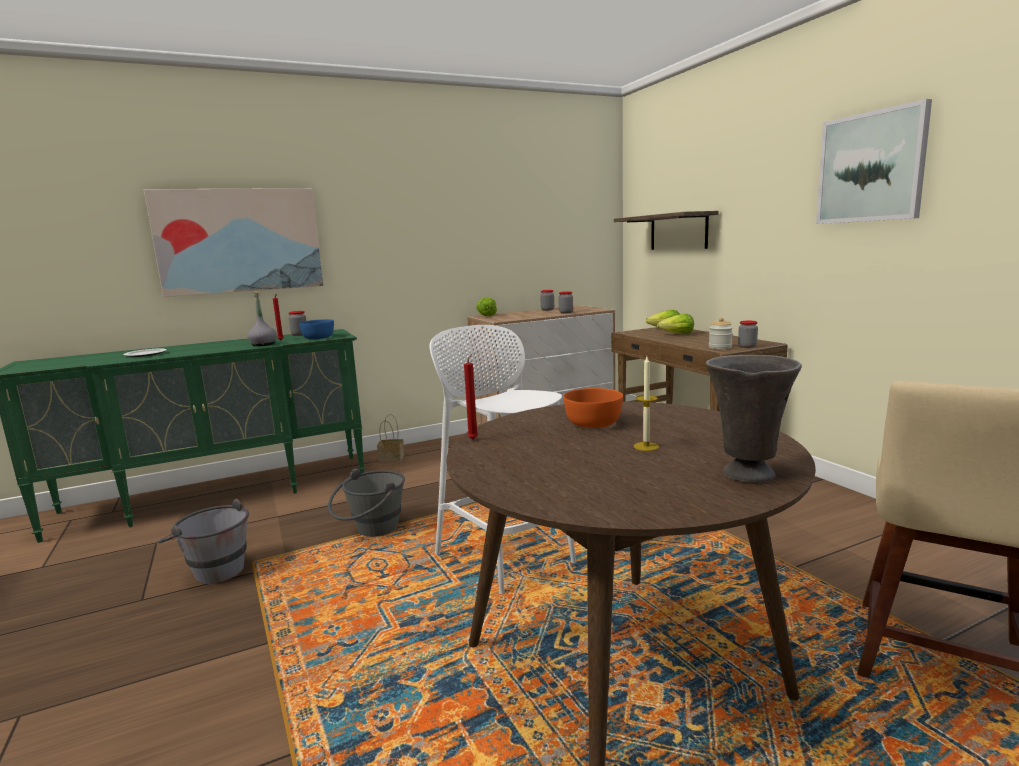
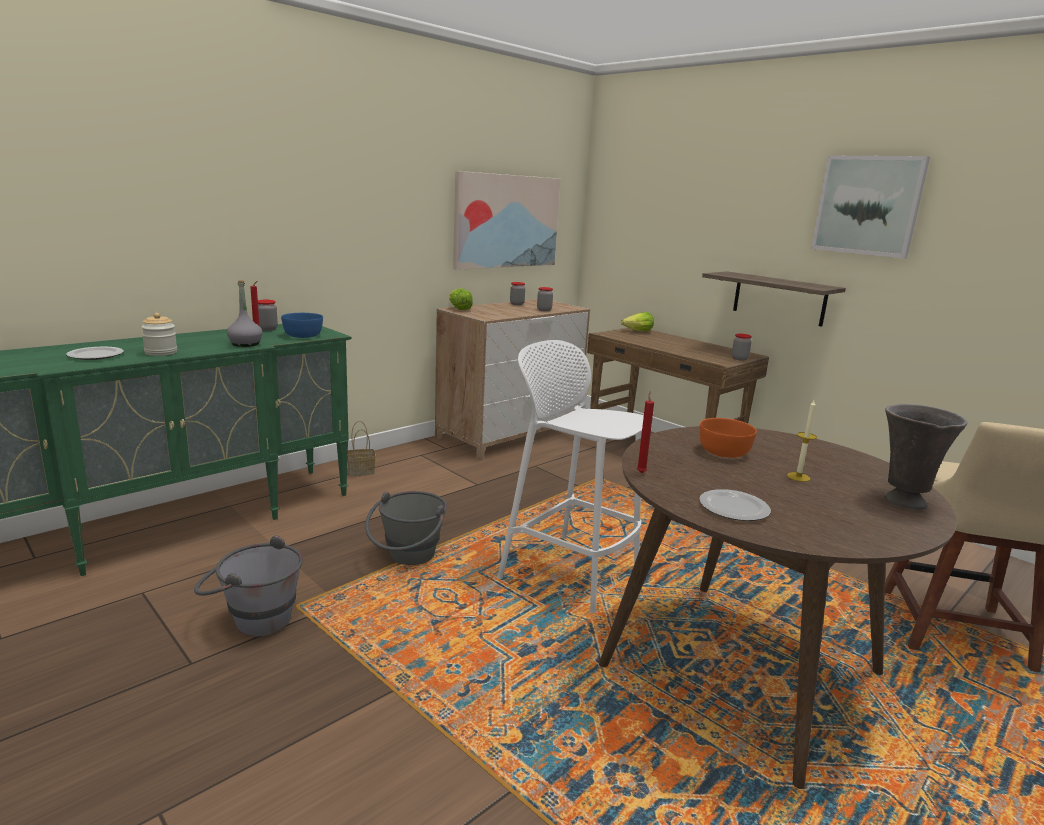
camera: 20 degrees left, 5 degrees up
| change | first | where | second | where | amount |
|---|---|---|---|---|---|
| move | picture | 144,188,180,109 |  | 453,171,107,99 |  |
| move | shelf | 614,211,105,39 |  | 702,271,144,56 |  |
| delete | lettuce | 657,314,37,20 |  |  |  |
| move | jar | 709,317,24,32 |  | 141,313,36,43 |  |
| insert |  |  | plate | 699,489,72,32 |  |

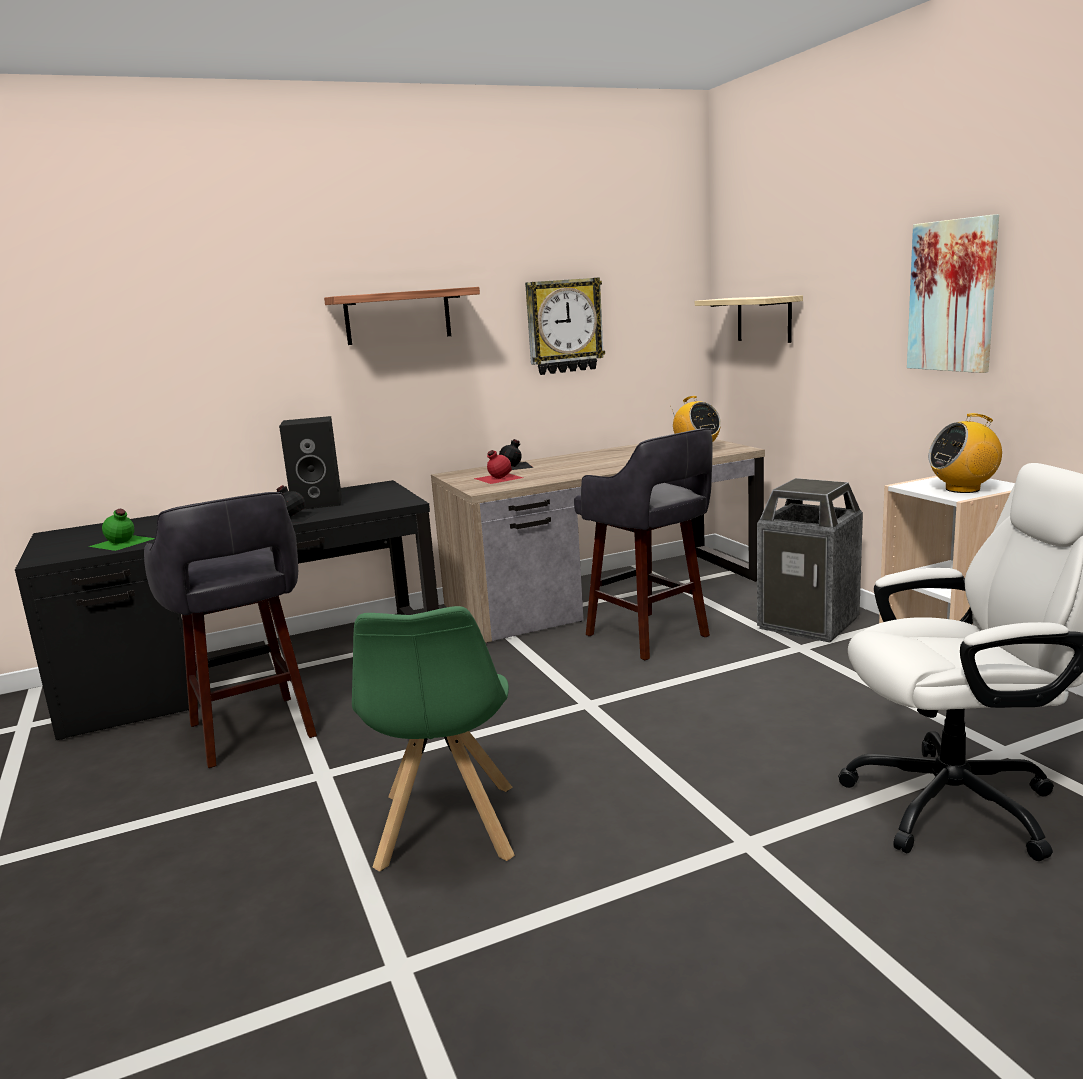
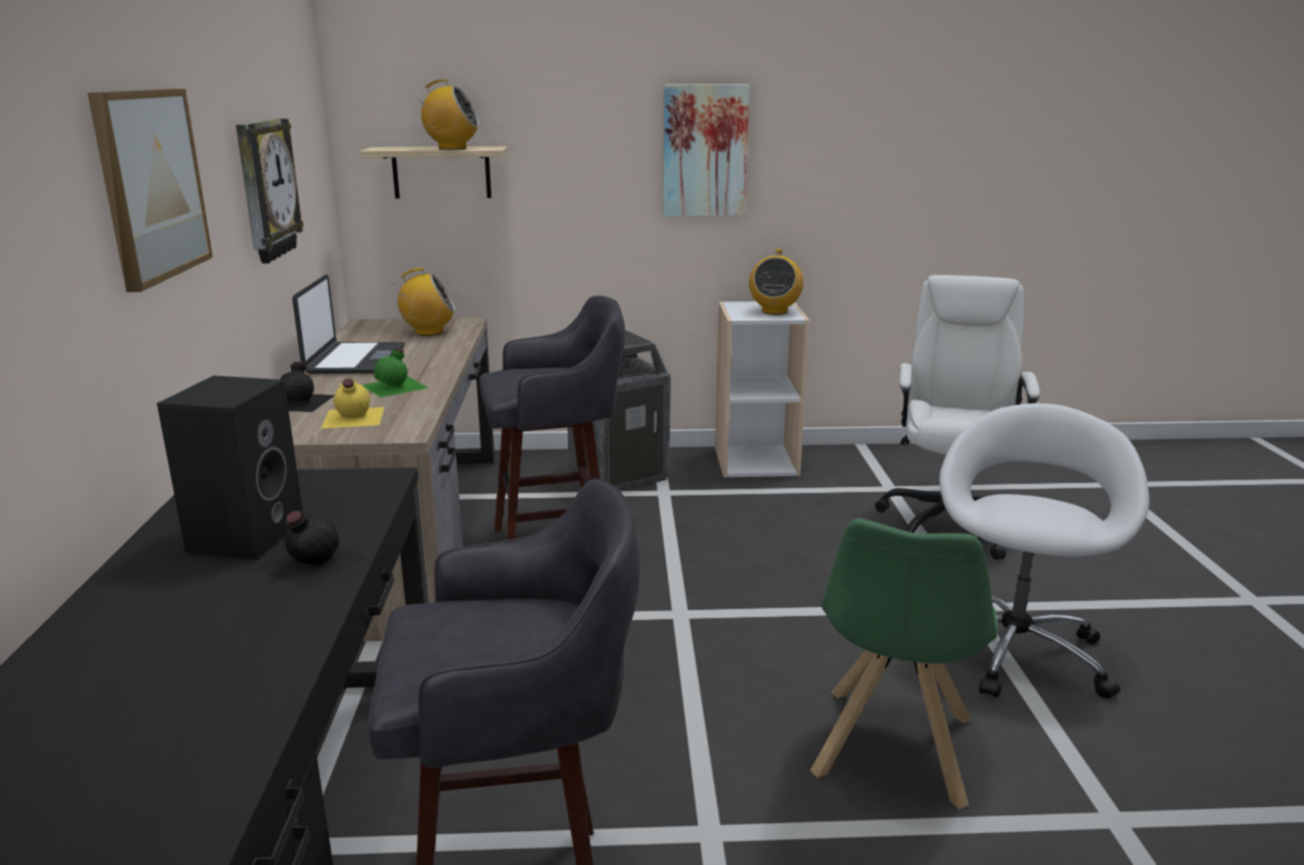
camera: 70 degrees left, 5 degrees up
| change | first | where | second | where | amount |
|---|---|---|---|---|---|
| replace | shelf | 324,287,156,58 | picture | 88,89,125,203 |  |
| recolor | red bottle | 474,450,49,34 | yellow bottle | 321,378,63,50 |  |
| move | green bottle | 88,509,67,42 |  | 362,348,66,50 |  |
| rotate | green chair | 352,606,163,266 |  | 810,518,188,292 | 90 degrees clockwise |
| insert |  |  | radio | 414,79,65,71 |  |
| insert |  |  | laptop | 292,274,113,100 |  |
| insert |  |  | white office chair | 939,403,211,295 |  |

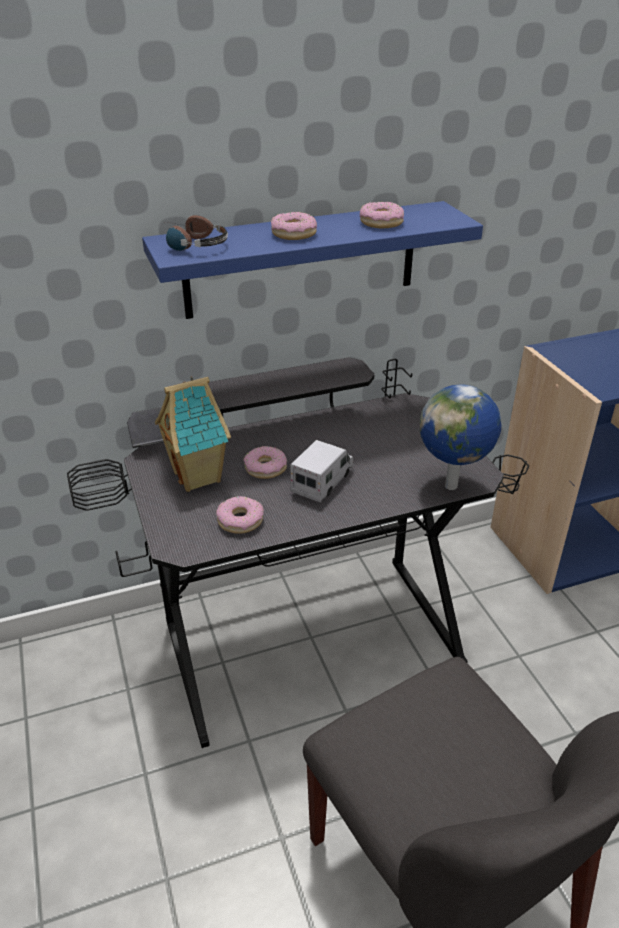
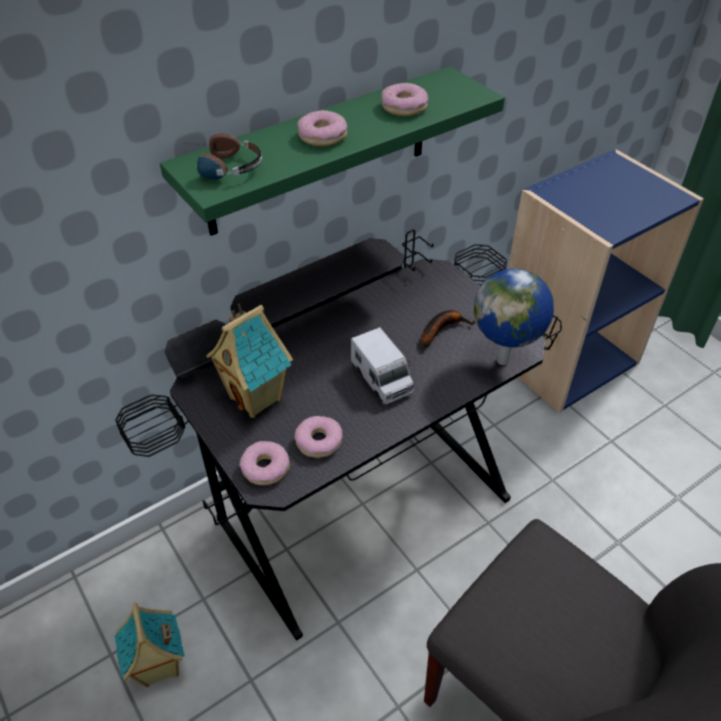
camera: 15 degrees left, 10 degrees up
| change | first | where | second | where | amount |
|---|---|---|---|---|---|
| recolor | blue shelf | 142,201,341,118 | green shelf | 160,66,345,170 |  |
| rotate | toy truck | 290,440,63,63 |  | 351,327,63,78 | 135 degrees clockwise |
| move | donut | 243,446,44,33 |  | 239,441,51,44 |  |
| insert |  |  | banana | 421,310,54,38 |  |
| insert |  |  | toy house | 115,603,70,85 |  |

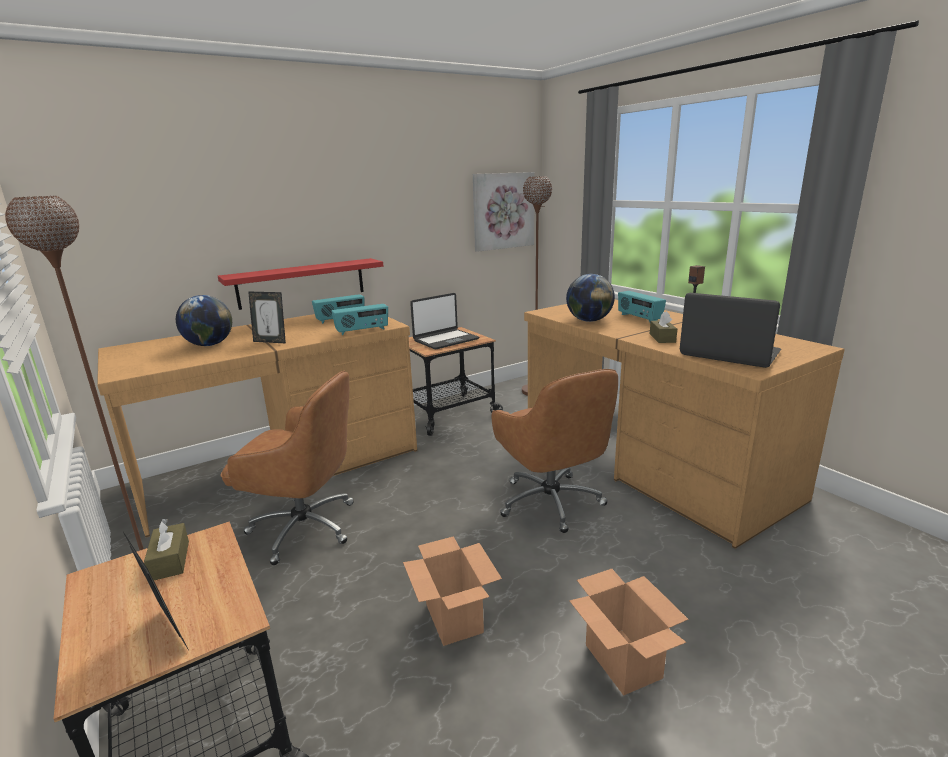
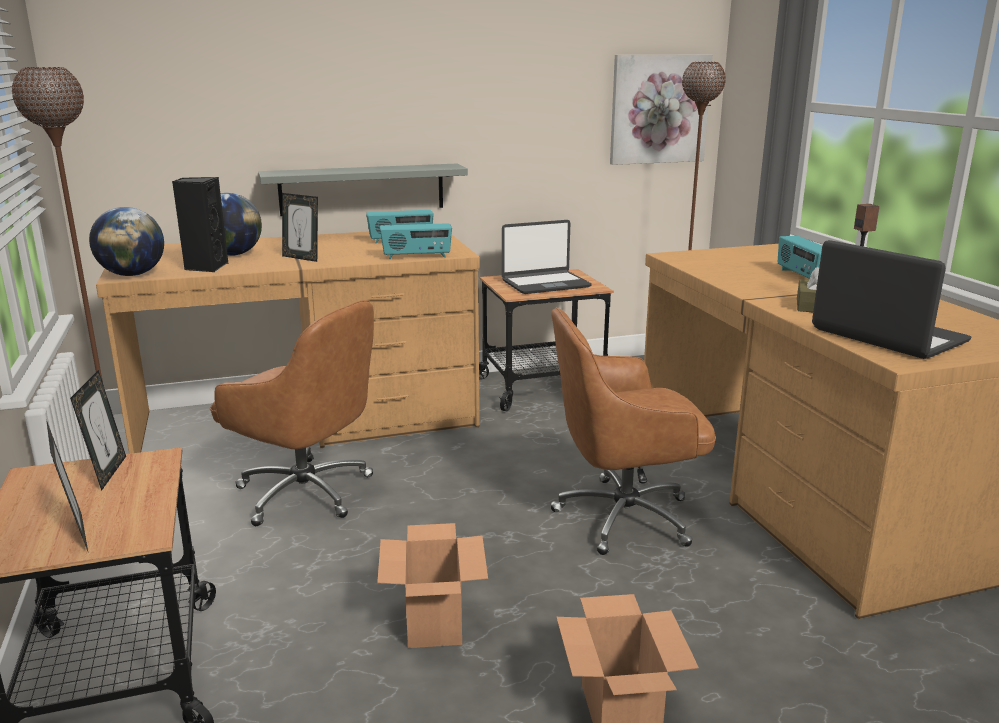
camera: 15 degrees right, 0 degrees up
| change | first | where | second | where | amount |
|---|---|---|---|---|---|
| recolor | red shelf | 218,258,165,52 | grey shelf | 259,164,209,52 |  |
| move | globe | 566,274,49,48 |  | 89,207,75,69 |  |
| rotate | brown office chair | 491,369,127,164 |  | 551,307,165,248 | 90 degrees clockwise |
| replace | brown tissue box | 144,519,45,61 | picture frame | 70,370,56,121 |  |
| insert |  |  | black speaker | 172,177,56,95 |  |

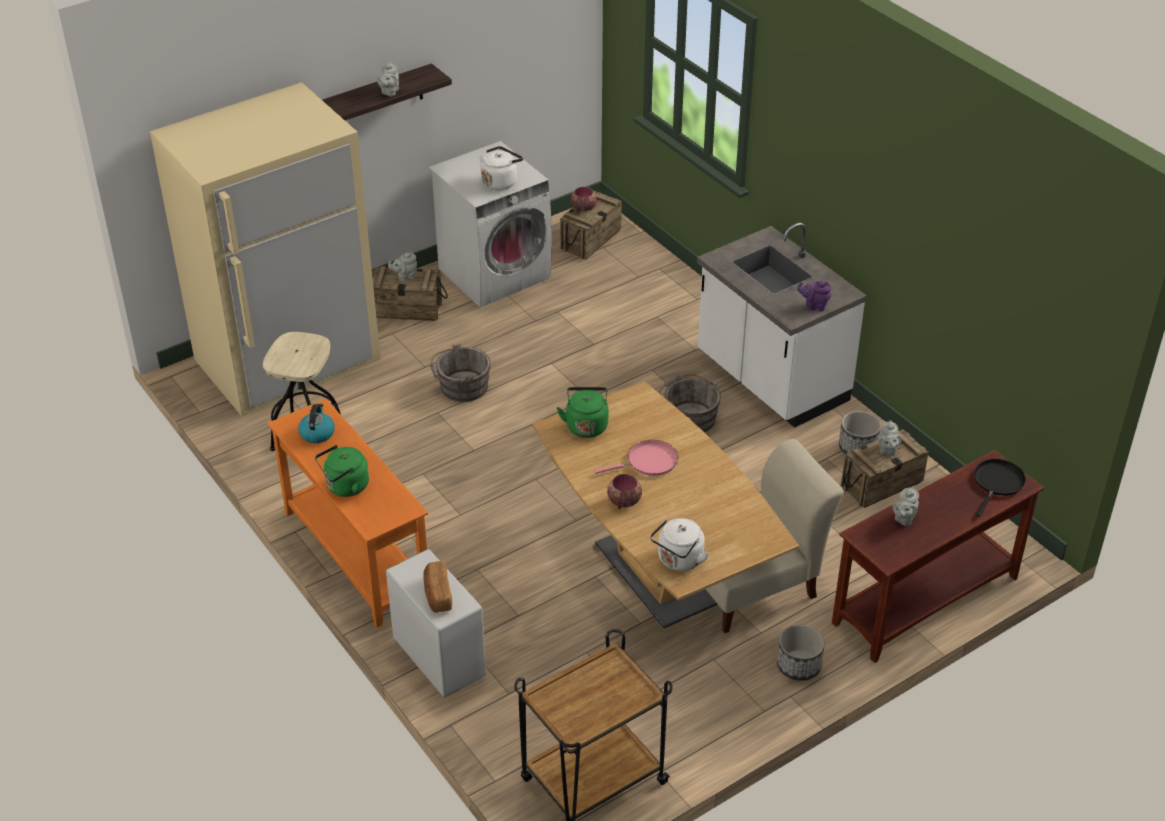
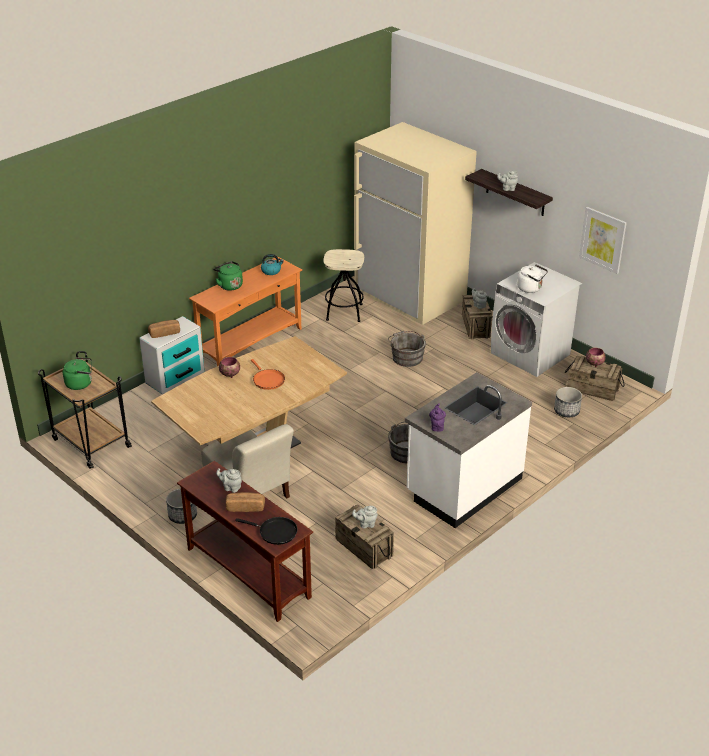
camera: 80 degrees right, 5 degrees down
| change | first | where | second | where | amount |
|---|---|---|---|---|---|
| move | green kettle | 557,387,51,51 |  | 63,357,29,33 |  |
| move | planter | 839,411,42,43 |  | 554,387,28,30 |  |
| recolor | pink frying pan | 594,440,84,36 | orange frying pan | 251,359,34,31 |  |
| delete | white kettle | 650,518,59,53 |  |  |  |
| insert |  |  | picture | 579,207,48,67 |  |
| insert |  |  | bread | 226,492,39,20 |  |

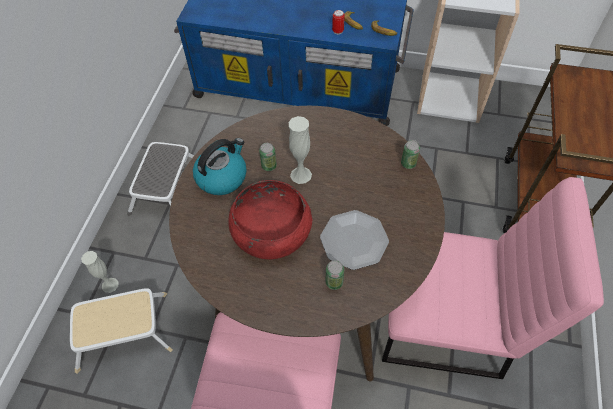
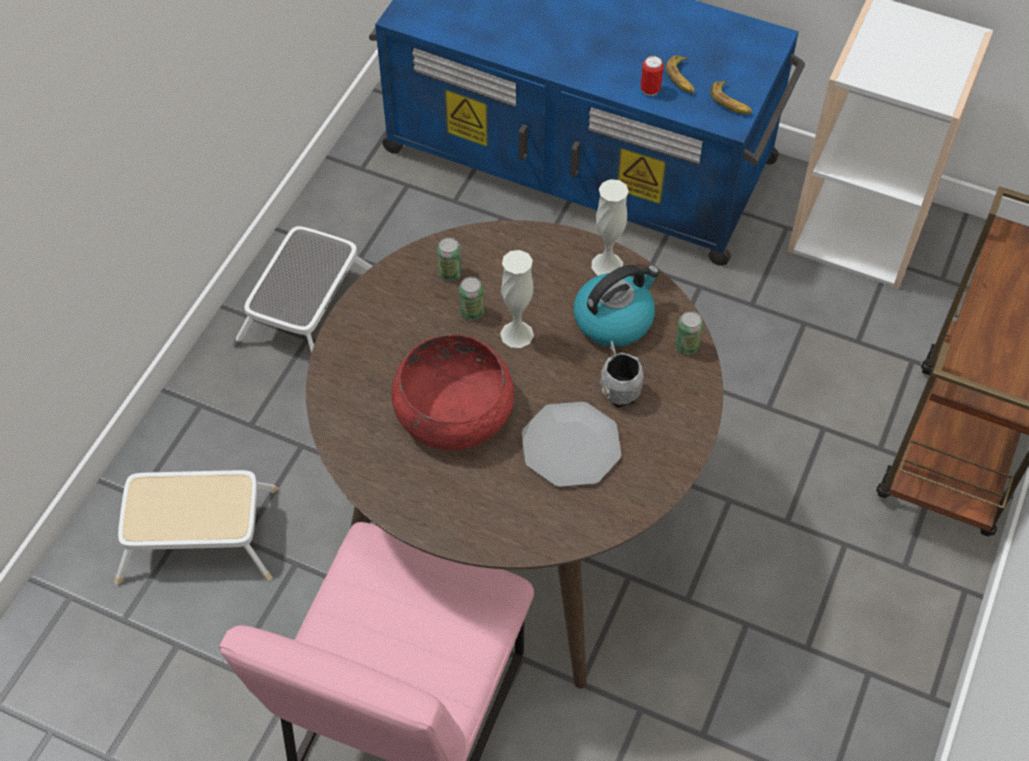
camera: 10 degrees right, 0 degrees up
| change | first | where | second | where | amount |
|---|---|---|---|---|---|
| move | kettle | 193,138,54,57 |  | 574,265,86,82 |  |
| delete | pink chair | 382,177,222,202 |  |  |  |
| move | white vase | 81,251,38,42 |  | 592,179,37,97 |  |
| move | can | 326,260,18,30 |  | 437,237,25,43 |  |
| insert |  |  | grey mug | 600,341,44,67 |  |

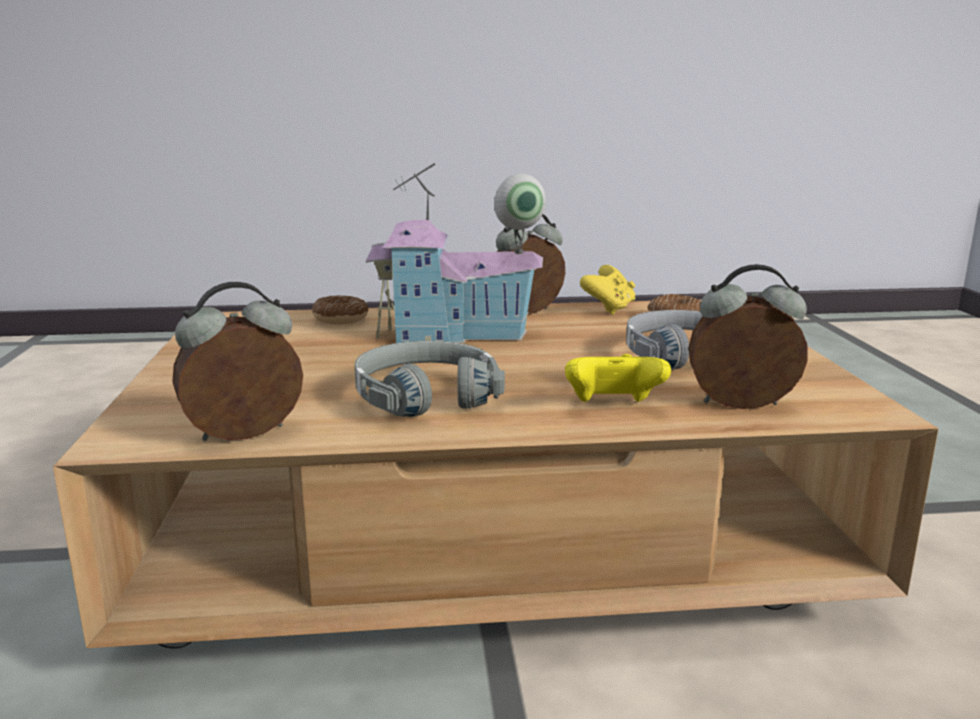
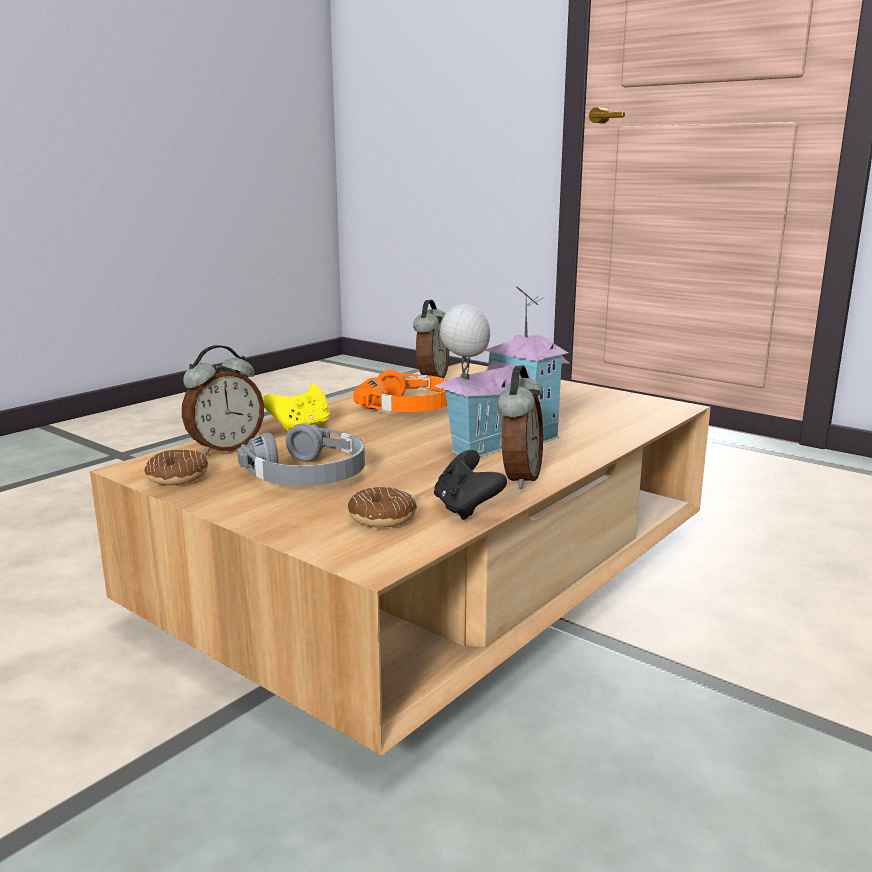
camera: 135 degrees right, 0 degrees up
| change | first | where | second | where | amount |
|---|---|---|---|---|---|
| recolor | yellow game controller | 580,265,55,50 | black game controller | 434,450,73,70 |  |
| move | donut | 312,295,56,29 |  | 144,450,64,35 |  |
| recolor | grey headphones | 355,341,150,76 | orange headphones | 353,370,95,42 |  |

